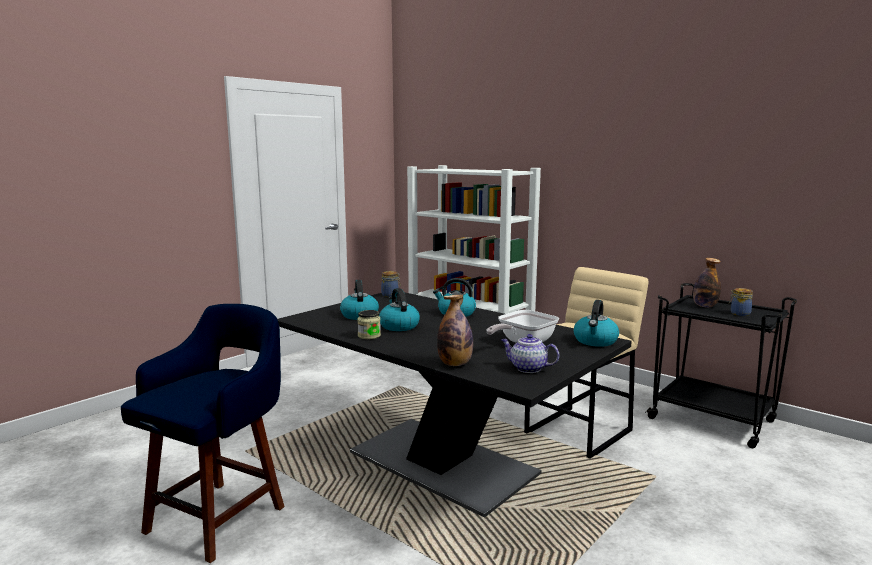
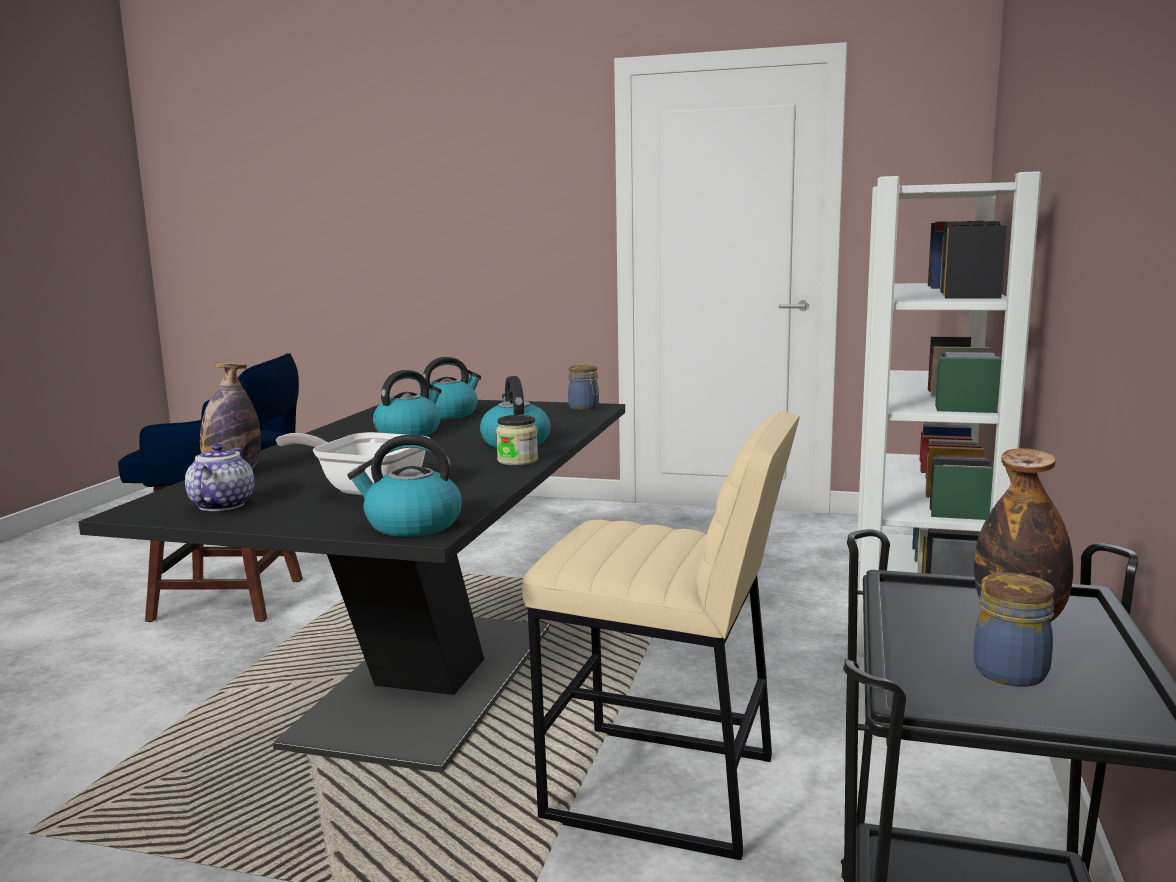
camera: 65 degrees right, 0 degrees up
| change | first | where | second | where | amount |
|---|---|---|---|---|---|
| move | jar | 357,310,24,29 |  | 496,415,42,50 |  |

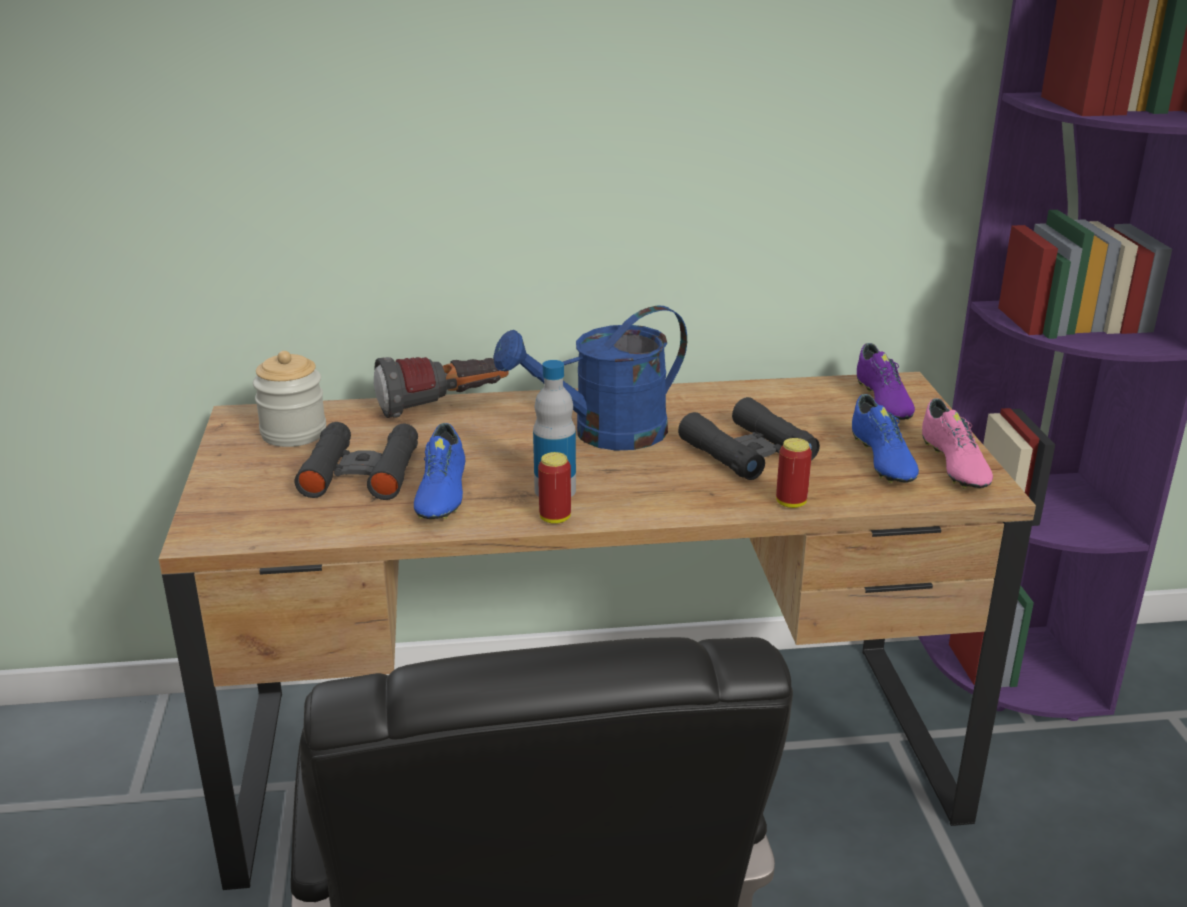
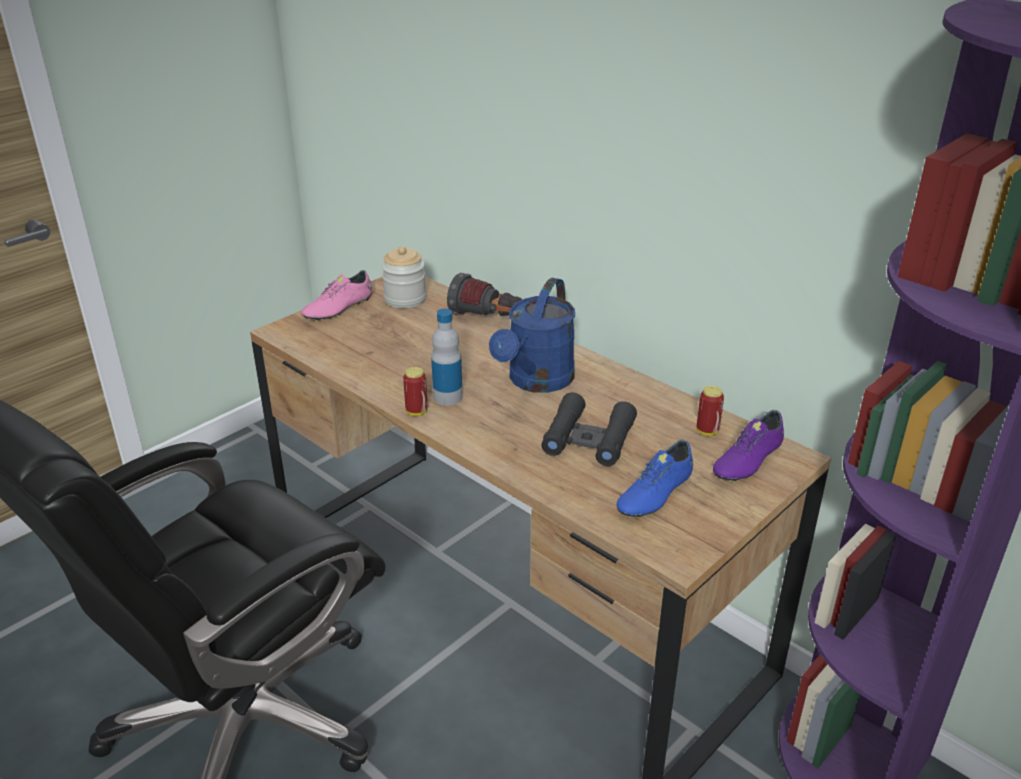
camera: 50 degrees right, 5 degrees up
| change | first | where | second | where | amount |
|---|---|---|---|---|---|
| rotate | blue watering can | 493,306,194,144 |  | 489,278,86,115 | 90 degrees counterclockwise |
| move | pink shoe | 922,398,71,91 |  | 301,270,71,51 |  |
| delete | black binoculars | 295,422,123,78 |  |  |  |
| delete | blue shoe | 414,423,51,96 |  |  |  |
| move | can | 776,438,36,70 |  | 697,386,27,50 |  |

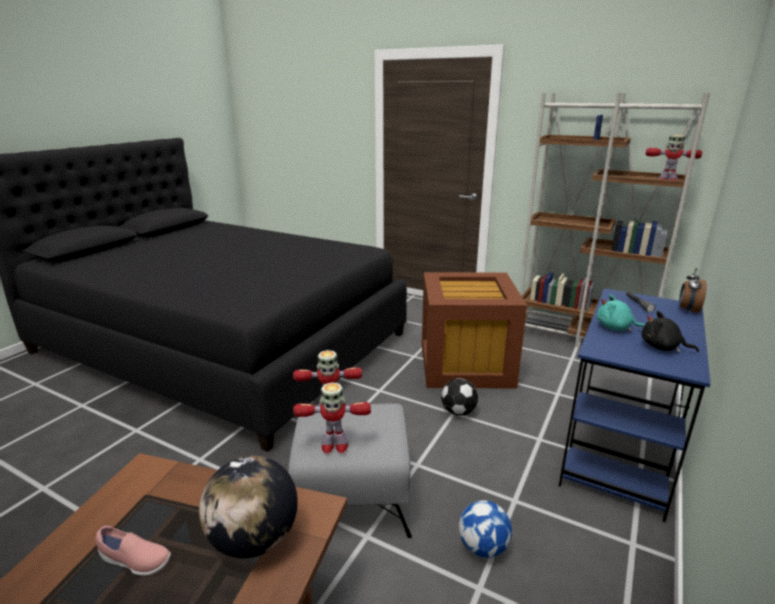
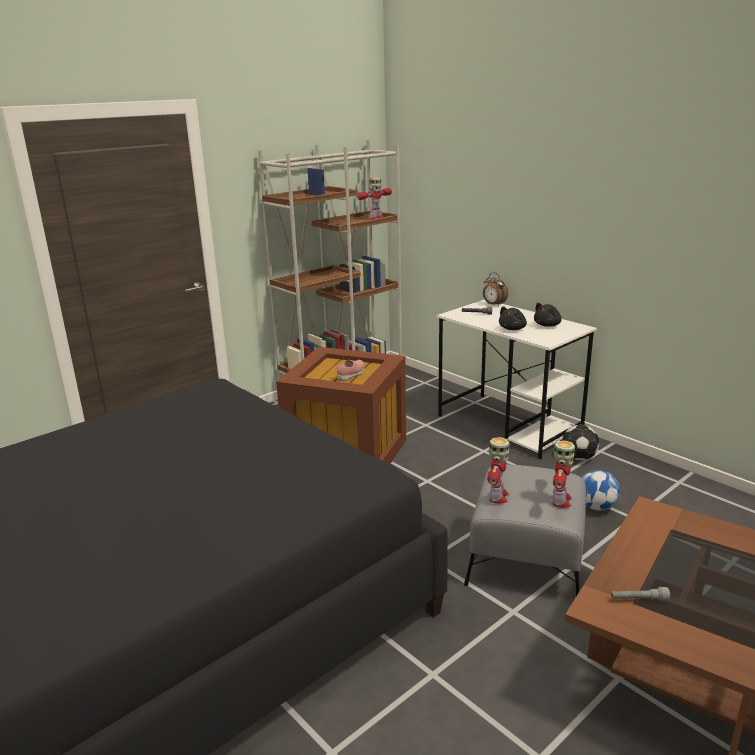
camera: 70 degrees left, 0 degrees up
| change | first | where | second | where | amount |
|---|---|---|---|---|---|
| recolor | blue desk | 559,288,151,234 | white desk | 437,299,160,161 |  |
| recolor | turquoise plush toy | 597,294,48,38 | black plush toy | 499,306,28,24 |  |
| move | football | 441,378,37,38 |  | 562,425,37,35 |  |
| delete | globe | 199,456,99,102 |  |  |  |
| move | pink shoe | 95,526,76,50 |  | 337,360,28,21 |  |
| insert |  |  | grey flashlight | 611,587,59,14 |  |

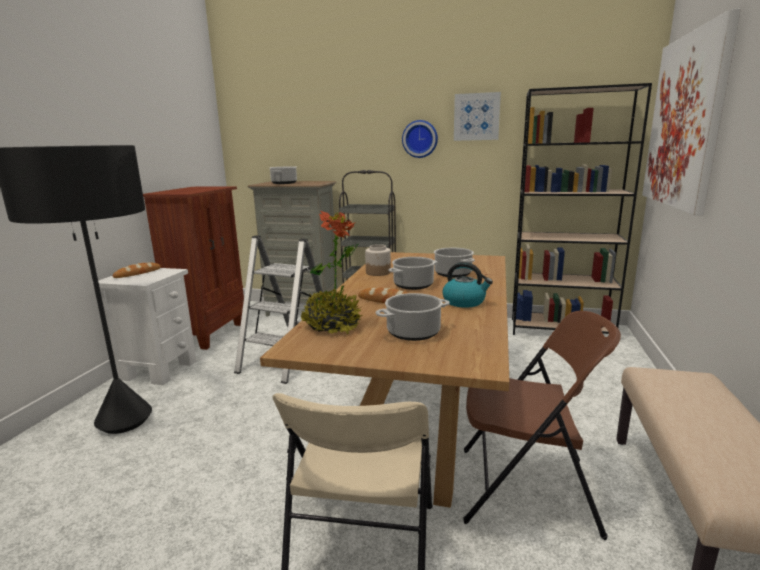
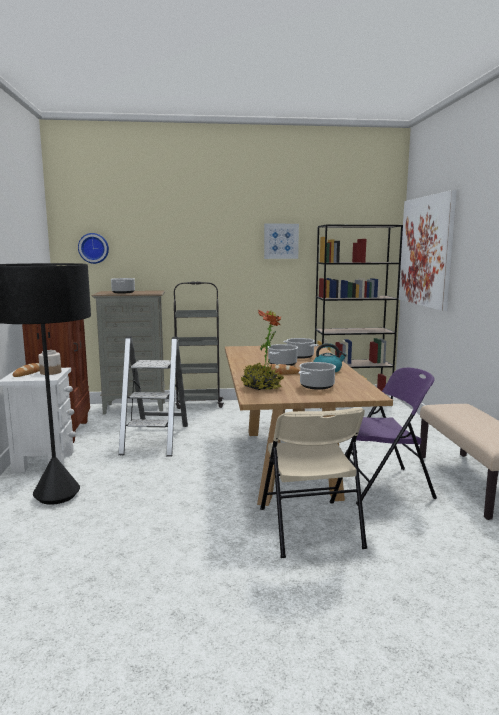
camera: 20 degrees left, 5 degrees down
| change | first | where | second | where | amount |
|---|---|---|---|---|---|
| move | wall clock | 402,120,36,38 |  | 78,233,31,31 |  |
| move | jar | 365,244,26,32 |  | 38,350,23,25 |  |
| recolor | brown chair | 463,311,158,229 | purple chair | 344,368,93,137 |  |

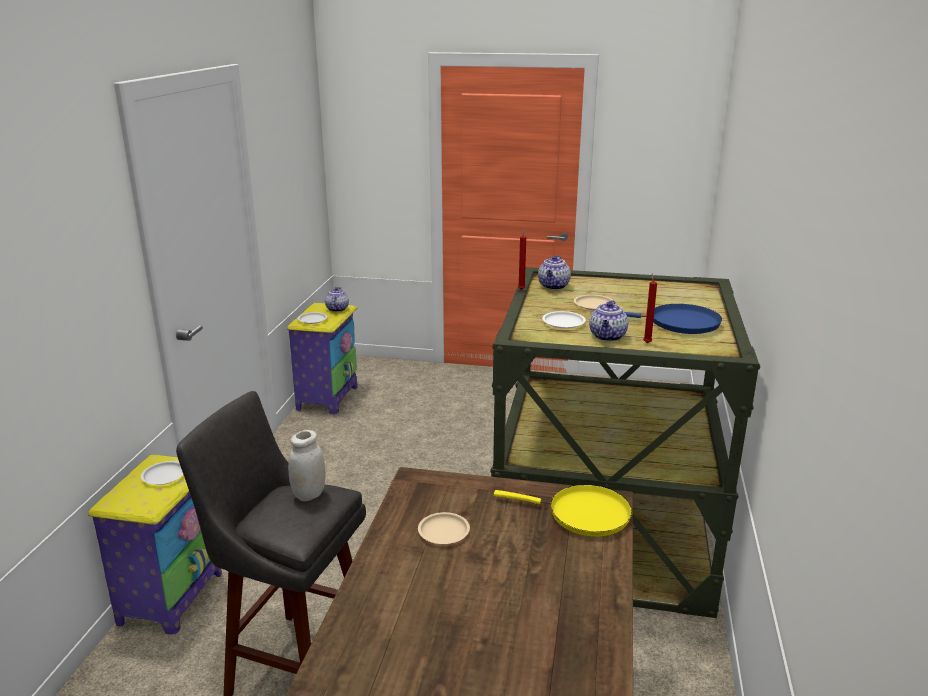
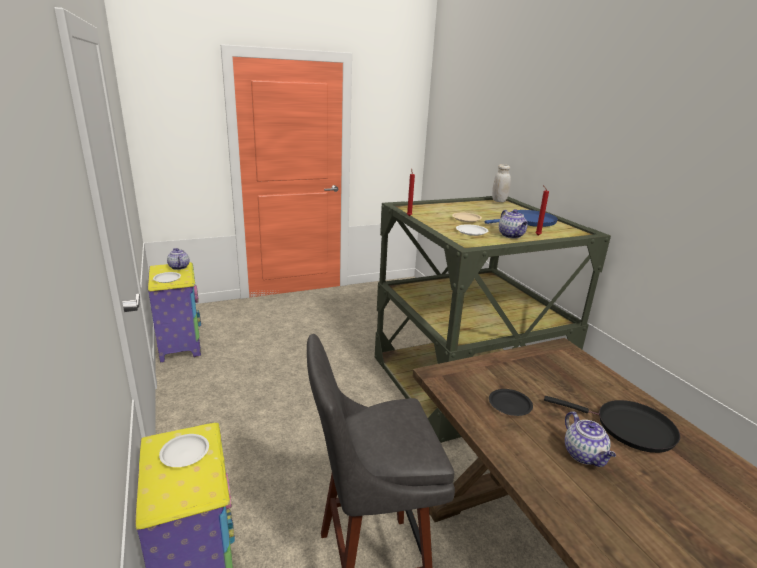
camera: 35 degrees left, 0 degrees up
| change | first | where | second | where | amount |
|---|---|---|---|---|---|
| move | teapot | 538,256,33,34 |  | 565,411,51,56 |  |
| move | white jar | 288,430,37,71 |  | 492,164,19,38 |  |
| delete | yellow frying pan | 494,485,138,51 |  |  |  |
| recolor | beige plate | 418,512,52,32 | black plate | 489,389,44,27 |  |
| insert |  |  | black frying pan | 544,396,136,57 |  |

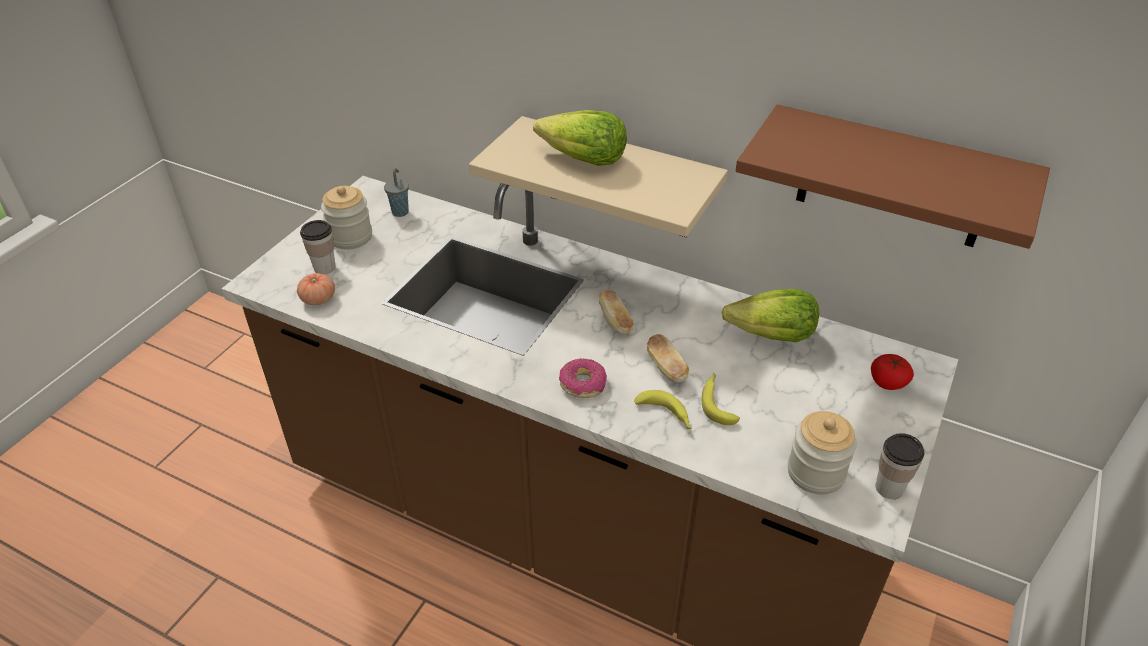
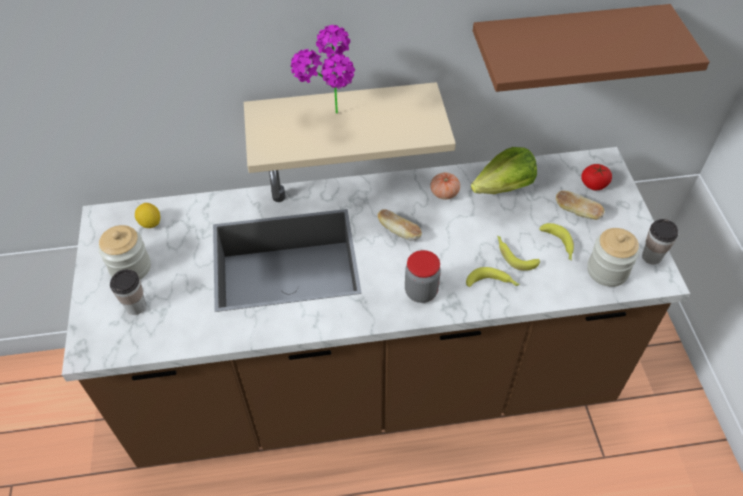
camera: 35 degrees left, 10 degrees up
| change | first | where | second | where | amount |
|---|---|---|---|---|---|
| replace | lettuce | 533,110,94,56 | potted plant | 291,25,64,89 |  |
| replace | grey cup | 384,168,25,49 | lemon | 135,203,25,25 |  |
| move | tomato | 297,273,38,32 |  | 430,172,30,28 |  |
| move | bread | 647,334,42,49 |  | 556,191,49,29 |  |
| replace | donut | 559,359,48,39 | jar | 405,250,36,53 |  |
| insert |  |  | banana | 539,223,35,37 |  |

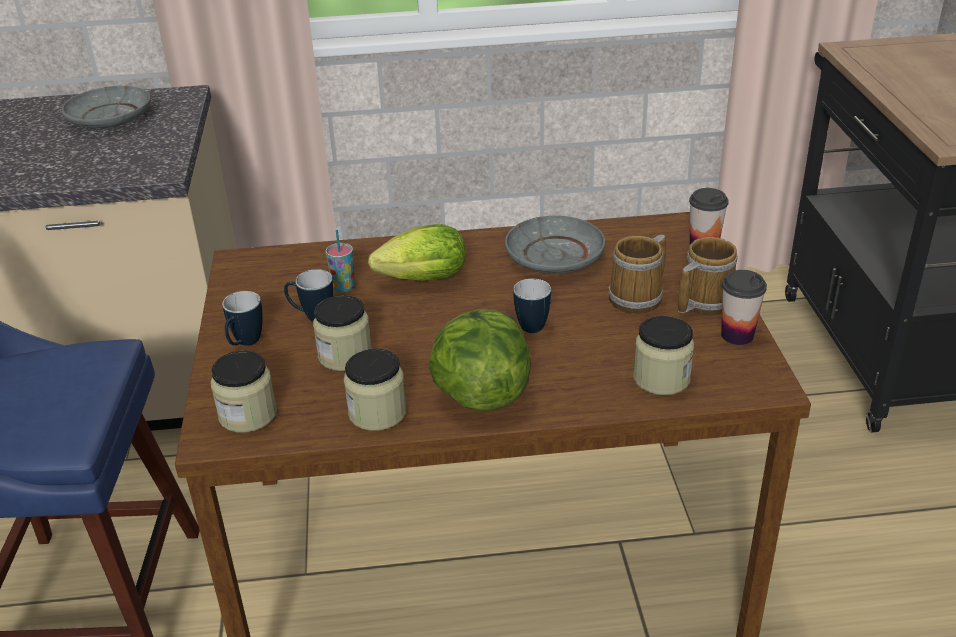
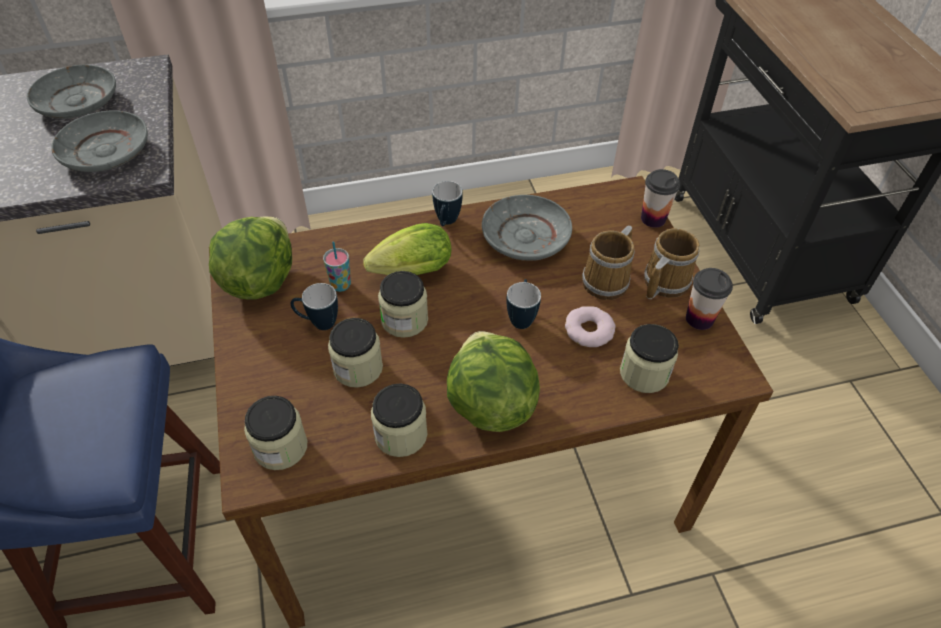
camera: 10 degrees left, 15 degrees up
| change | first | where | second | where | amount |
|---|---|---|---|---|---|
| move | mug | 222,291,41,55 |  | 432,181,31,45 |  |
| insert |  |  | grey plate | 51,110,97,62 |  |
| insert |  |  | lettuce | 209,216,83,84 |  |
| insert |  |  | jar | 378,271,50,67 |  |
| insert |  |  | donut | 565,306,51,41 |  |

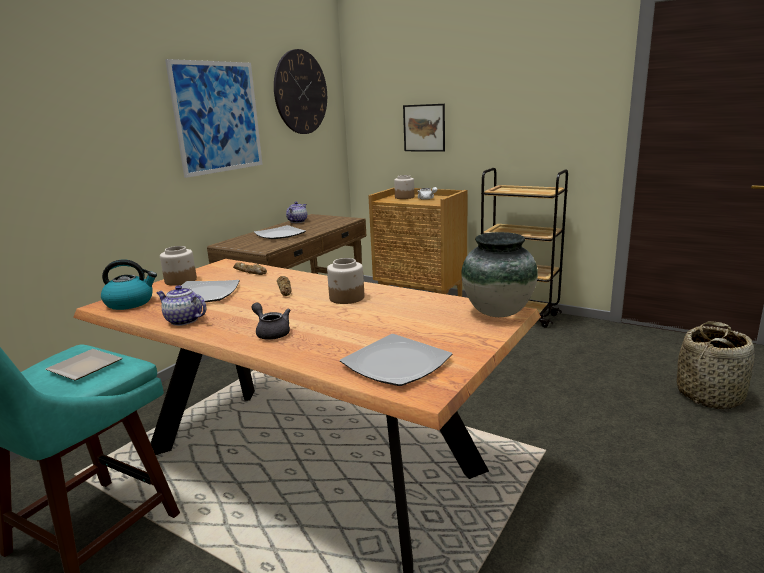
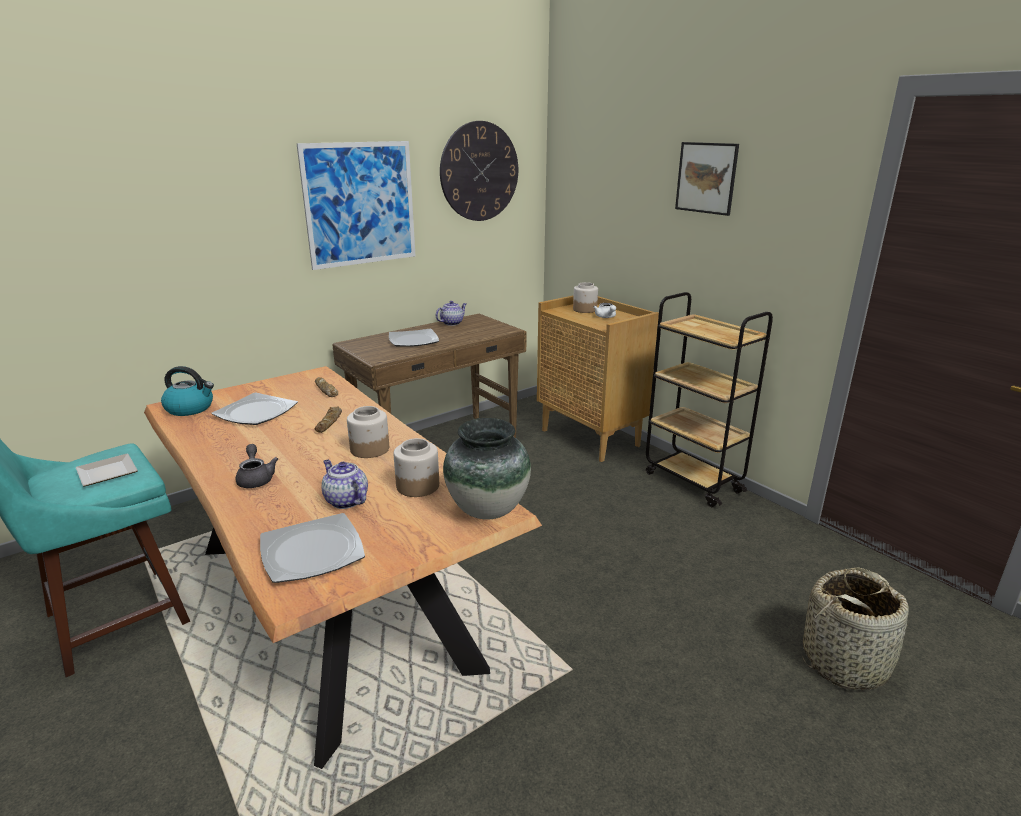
camera: 20 degrees right, 5 degrees up
| change | first | where | second | where | amount |
|---|---|---|---|---|---|
| move | picture | 403,104,42,48 |  | 675,142,64,74 |  |
| move | jar | 160,246,37,40 |  | 394,438,45,59 |  |
| move | teapot | 156,285,50,41 |  | 322,459,46,50 |  |

